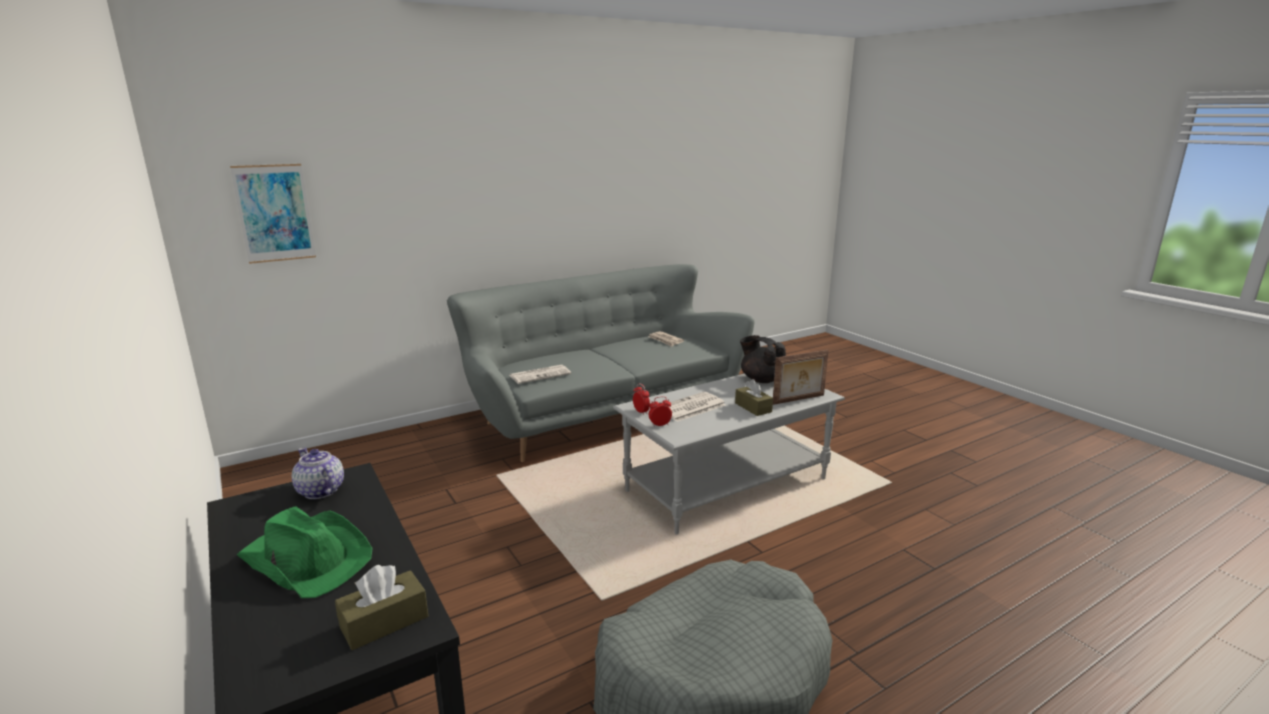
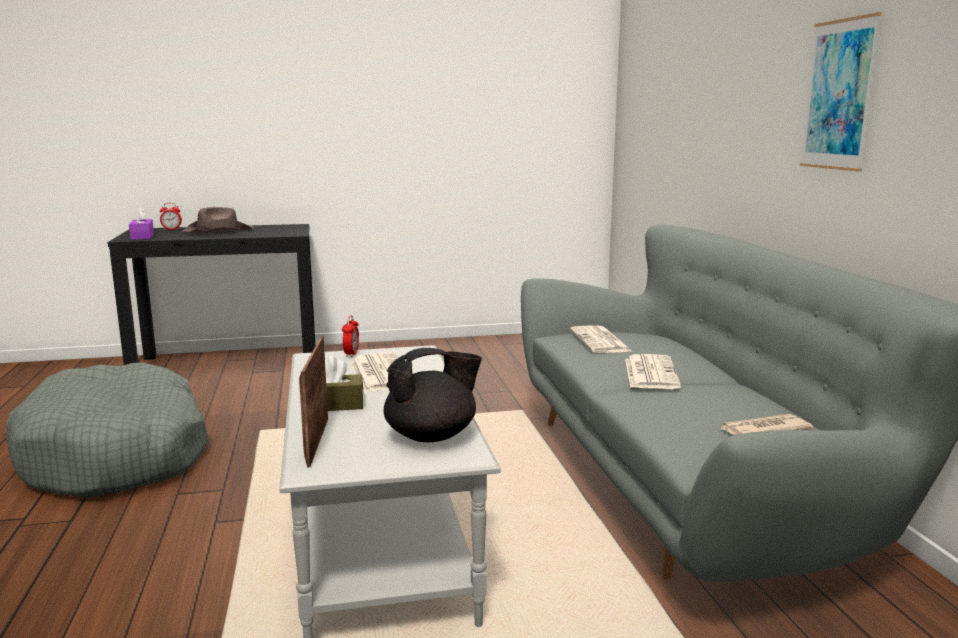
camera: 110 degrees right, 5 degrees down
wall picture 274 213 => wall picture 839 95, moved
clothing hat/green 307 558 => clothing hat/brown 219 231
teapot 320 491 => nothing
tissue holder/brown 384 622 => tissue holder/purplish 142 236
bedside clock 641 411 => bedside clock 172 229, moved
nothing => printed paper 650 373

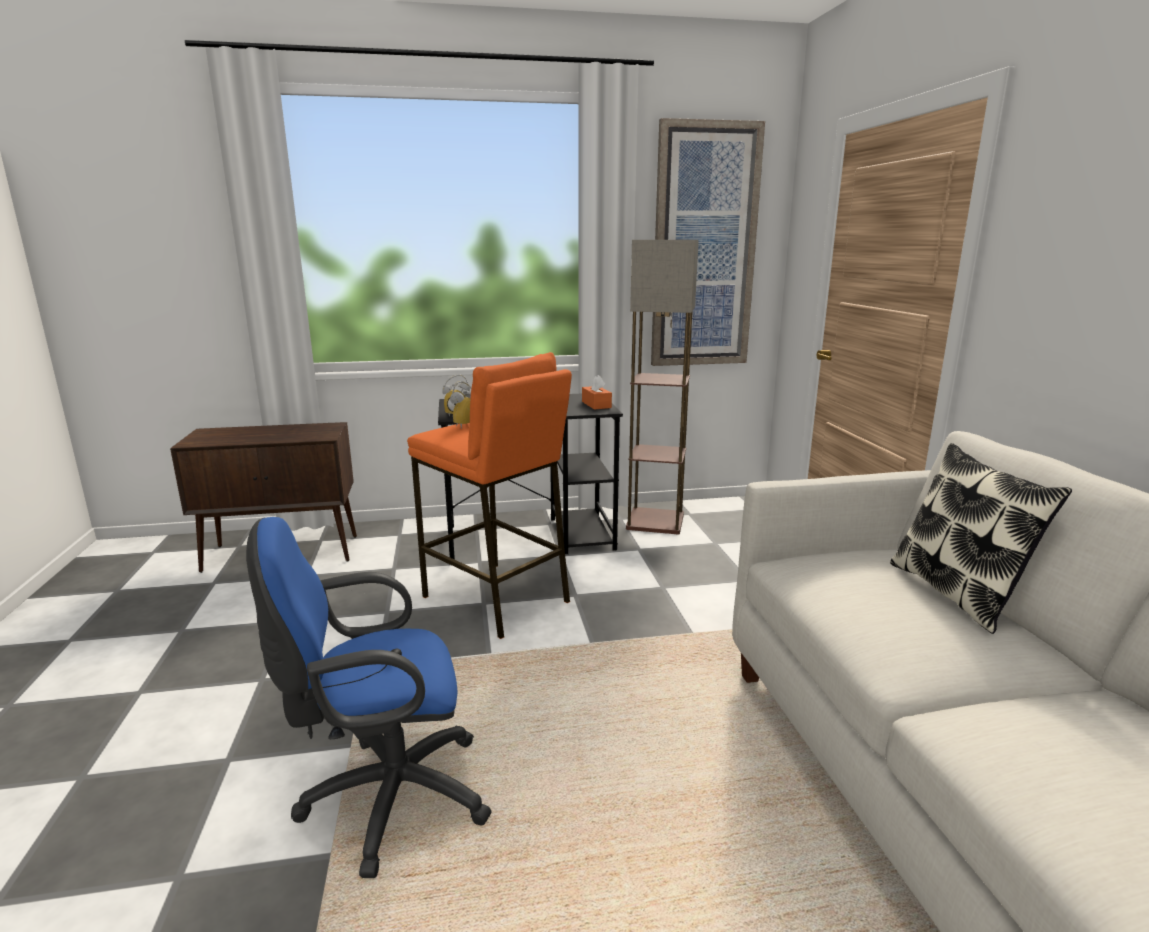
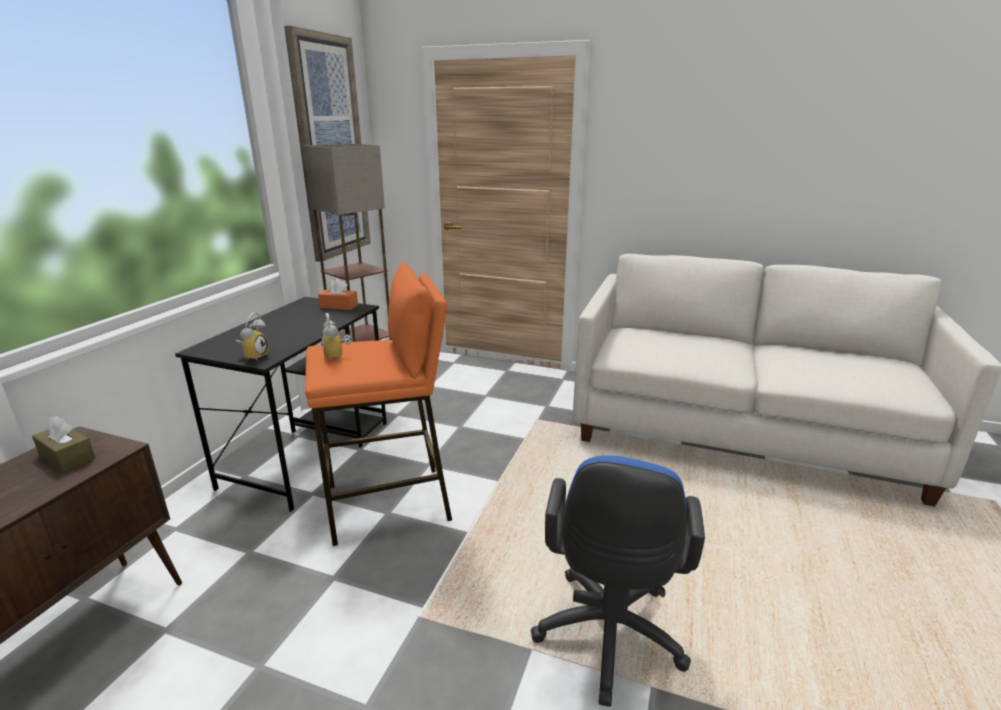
camera: 60 degrees left, 5 degrees up
cushion 957 593 => nothing
nothing => tissue holder/brown 67 457

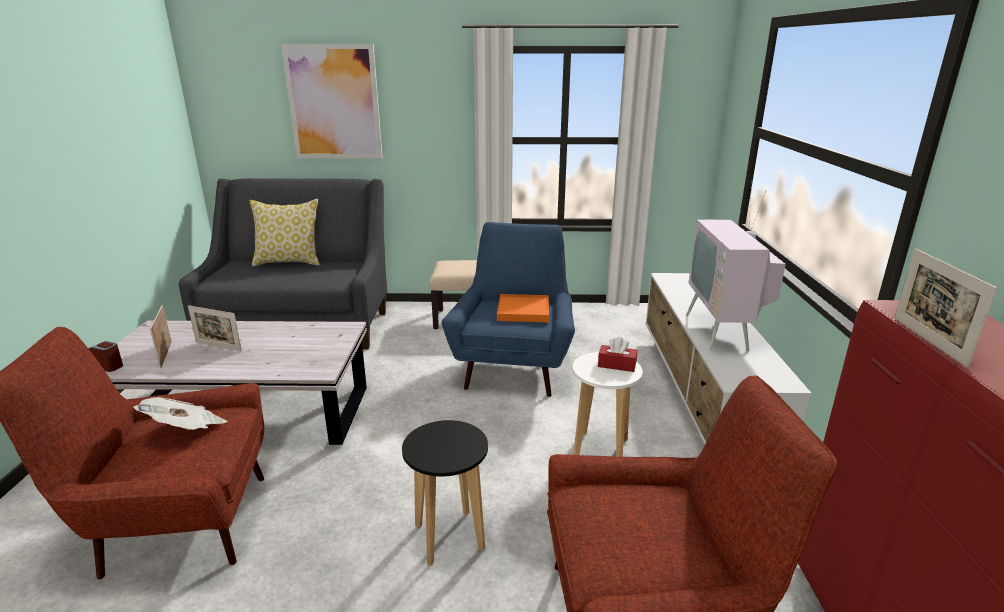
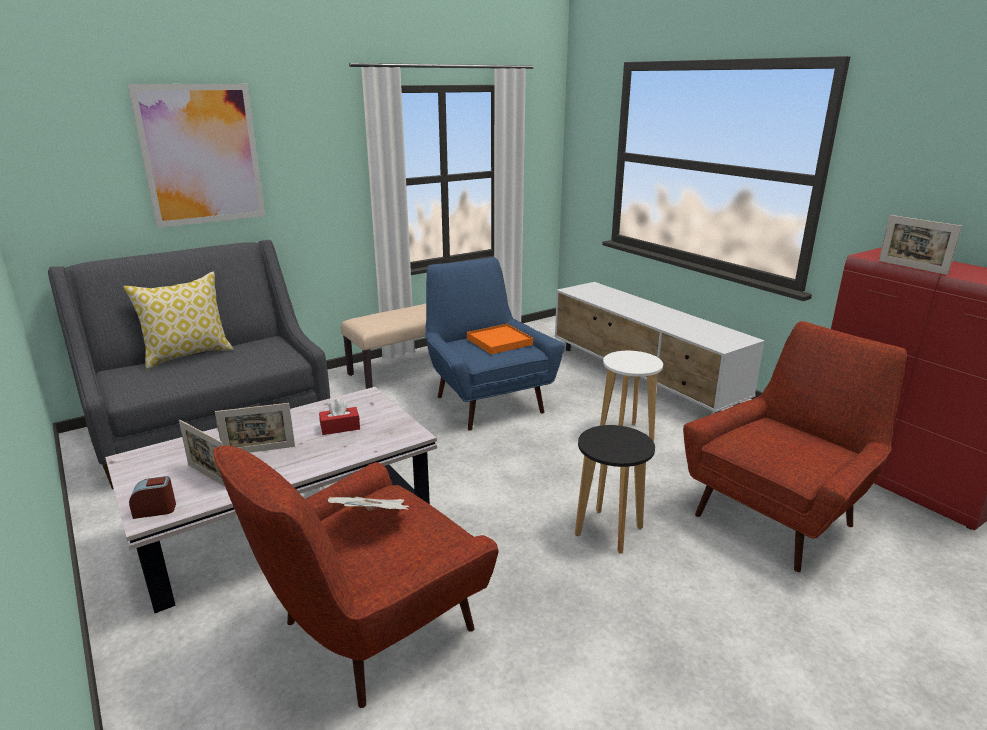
camera: 35 degrees left, 0 degrees up
tissue holder/red 616 365 => tissue holder/red 340 427, moved
TV 723 332 => nothing

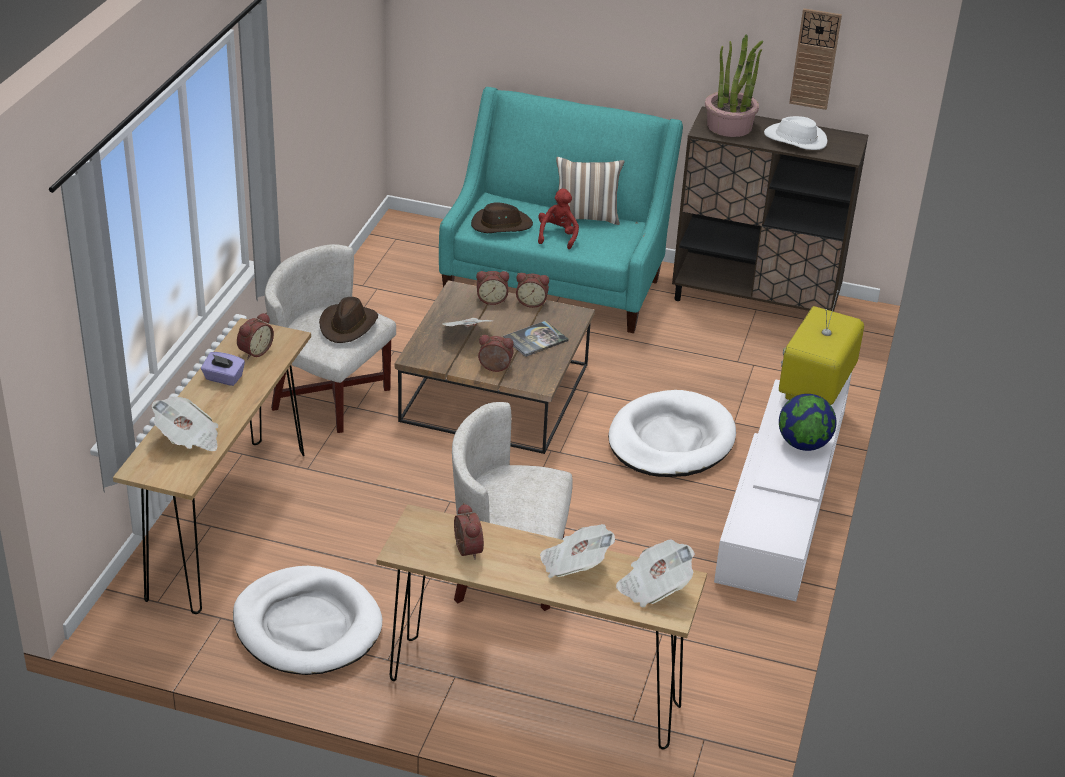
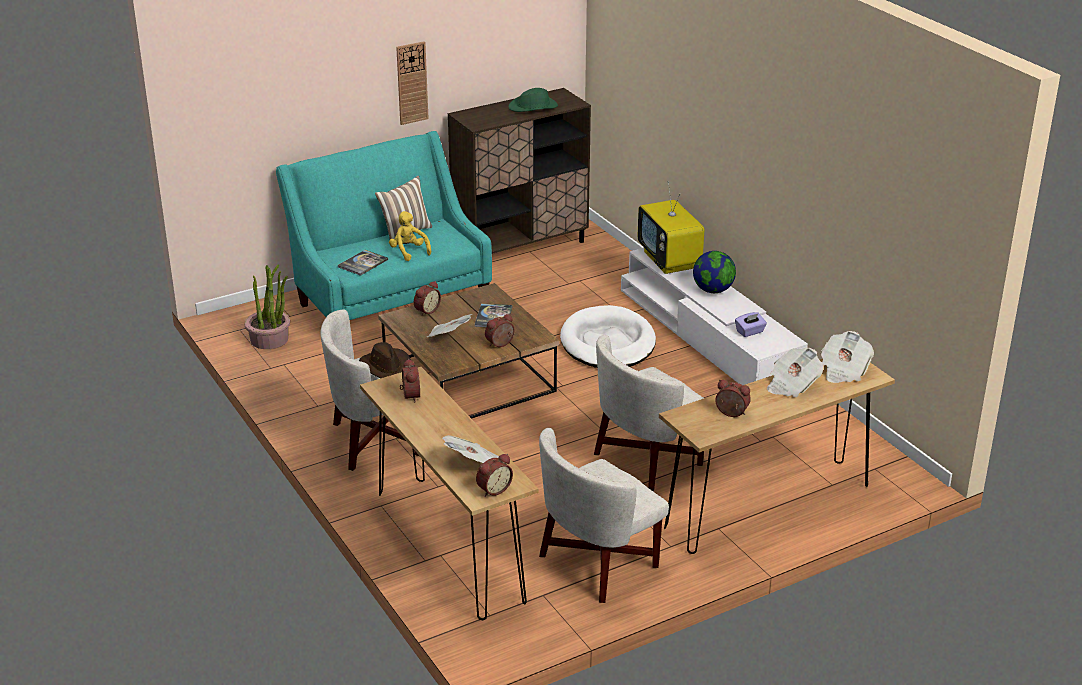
camera: 45 degrees left, 5 degrees down
tissue holder/purplish 223 378 => tissue holder/purplish 750 332, moved
dog cushion/white-coloured 307 626 => lounge chair/white-coloured 598 562
clothing hat/brown 501 225 => book 362 263
bedside clock 531 302 => bedside clock 493 489, moved
soft toy/red 558 236 => soft toy/yellow-coloured 409 252
houseplant 729 126 => houseplant 269 339, moved
clothing hat/white-coloured 795 139 => clothing hat/green 533 107
clock on the wall 815 59 => clock on the wall 412 83, moved

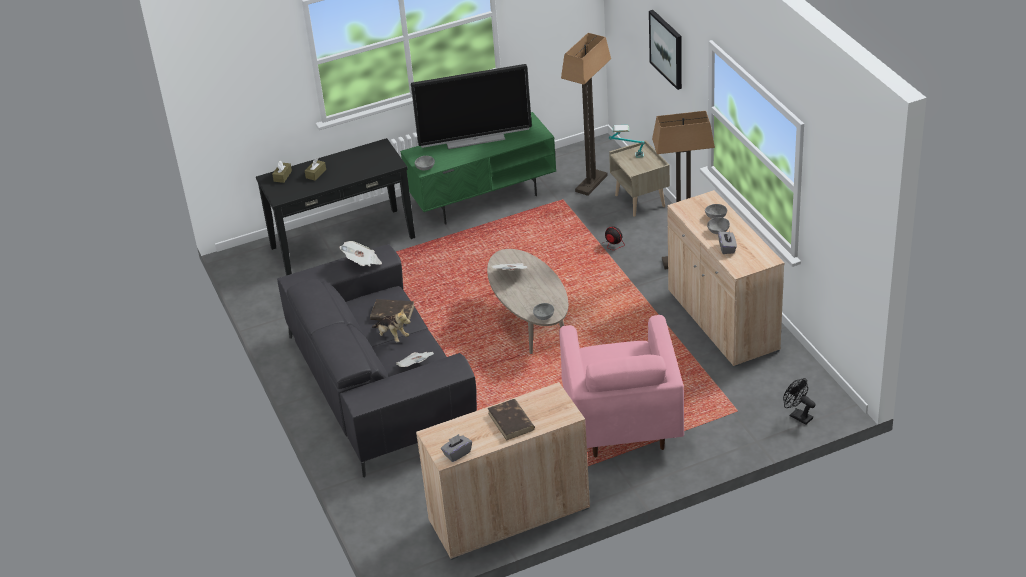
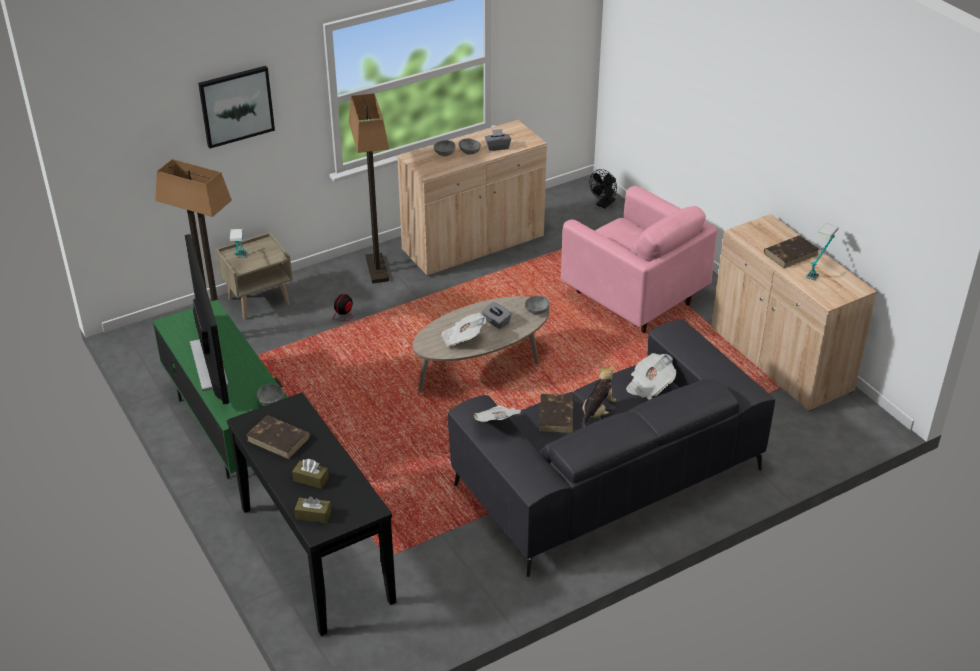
camera: 100 degrees left, 0 degrees up
tissue holder/gray 457 453 => tissue holder/gray 496 322, moved
lounge chair/pink-coloured 621 422 => lounge chair/pink-coloured 632 299, 60 degrees clockwise
nothing => book/brown 279 439
nothing => tabletop lamp 819 269

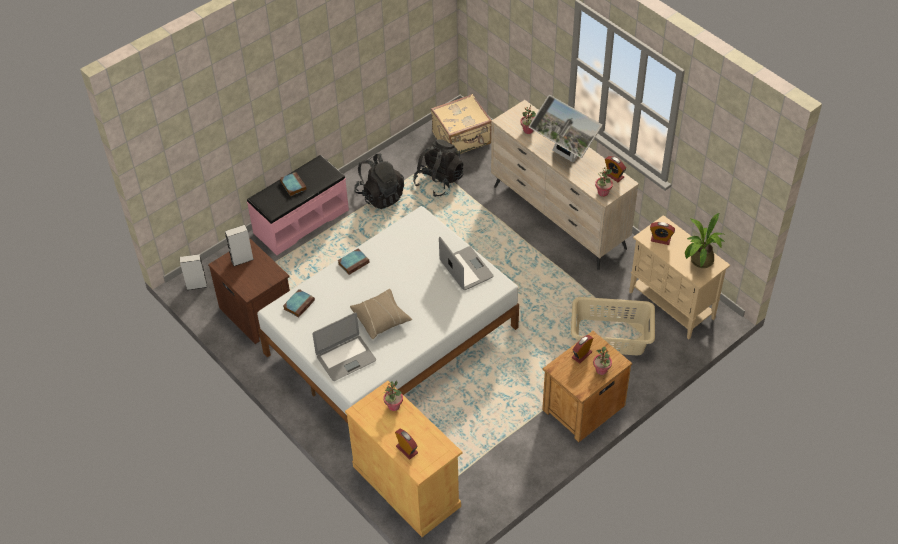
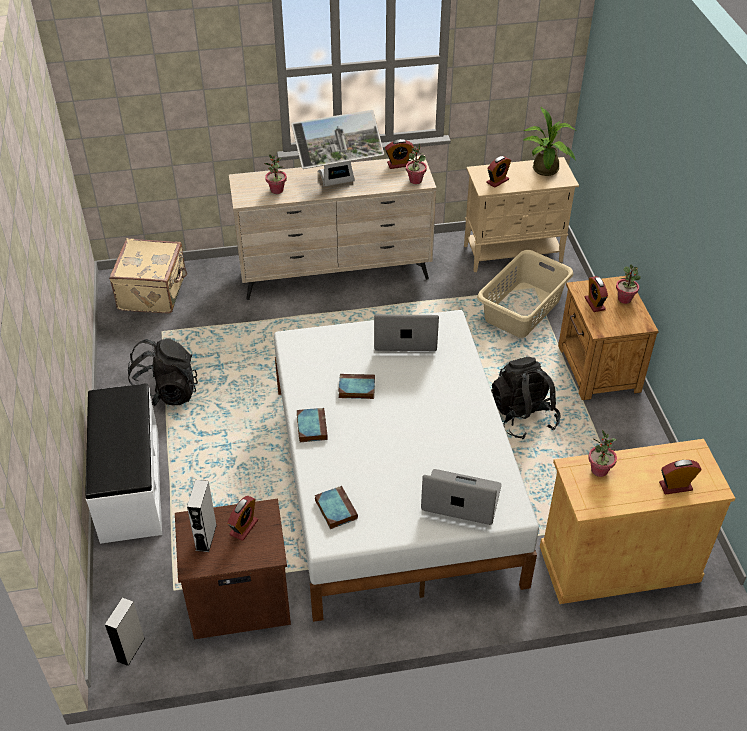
camera: 60 degrees left, 5 degrees down
long seat/pink-coloured 300 221 => long seat/white-coloured 129 485
book 293 185 => book 356 389, moved
notebook computer 346 358 => notebook computer 461 499, 75 degrees counterclockwise
cushion/beige-coloured 381 319 => nothing
knapsack/black 439 181 => knapsack/black 522 416, moved
nothing => bedside clock 244 527

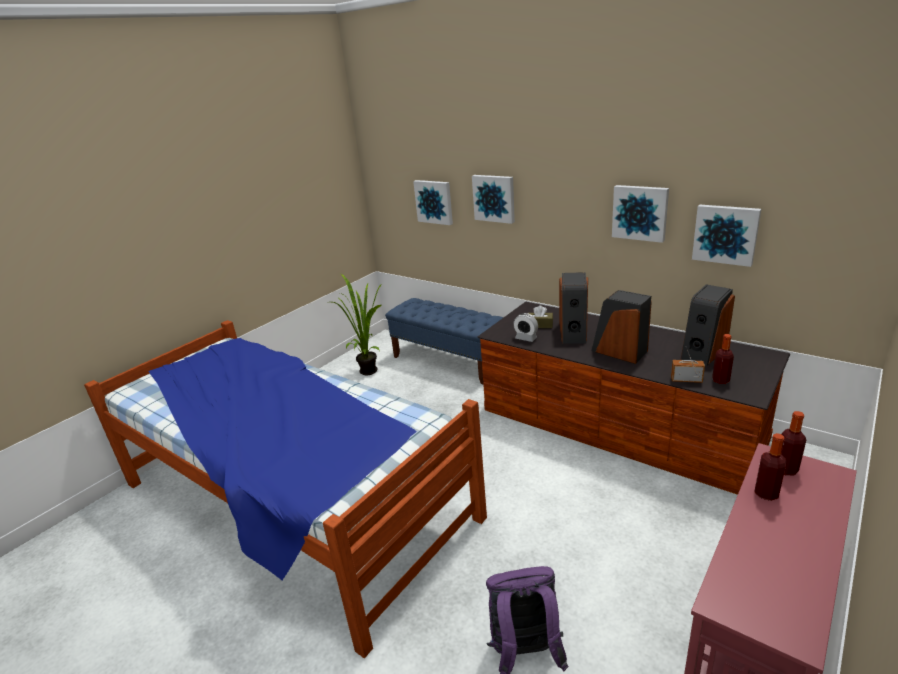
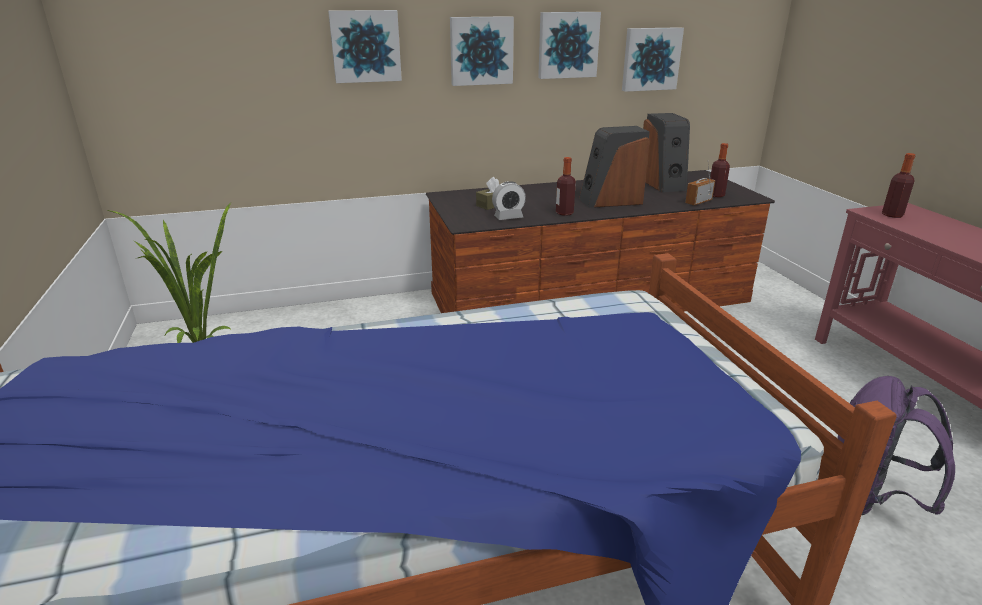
camera: 55 degrees left, 0 degrees up
long seat/bluish 449 361 => nothing
wall picture 434 201 => wall picture 481 51, moved
loudspeaker 573 333 => nothing
beverage bottle 766 493 => beverage bottle 564 213, moved

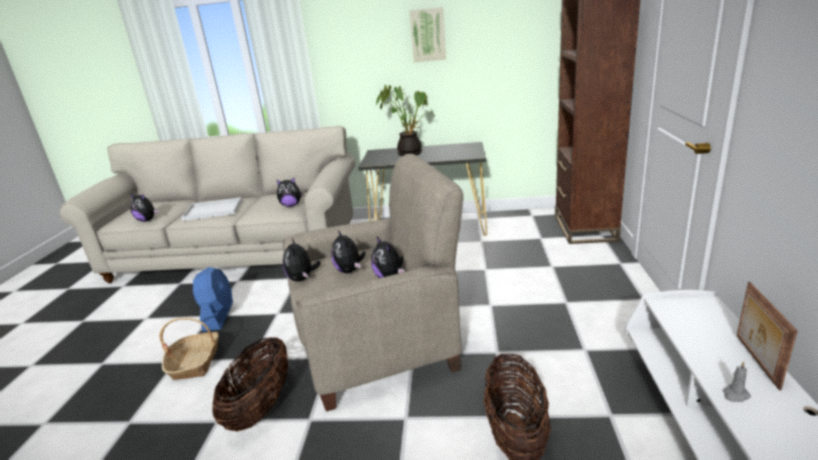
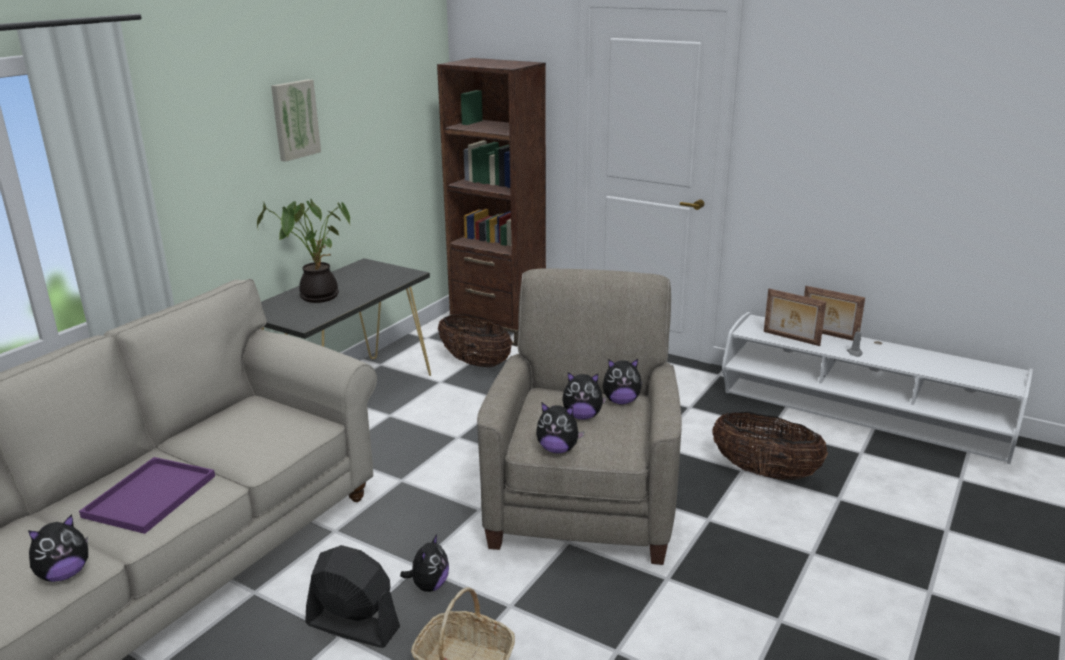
camera: 65 degrees left, 0 degrees up
serving tray/white-coloured 214 210 => serving tray/purplish 151 494
electric fan/bluish 219 316 => electric fan/black 352 626
storage basket 260 407 => storage basket 475 363, moved
soft toy 291 205 => soft toy 429 585, moved
nothing => standing frame 790 339

